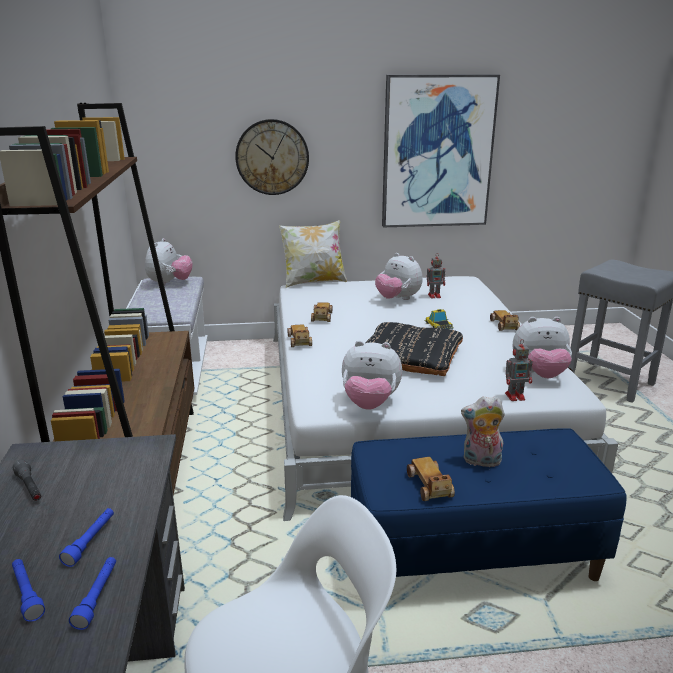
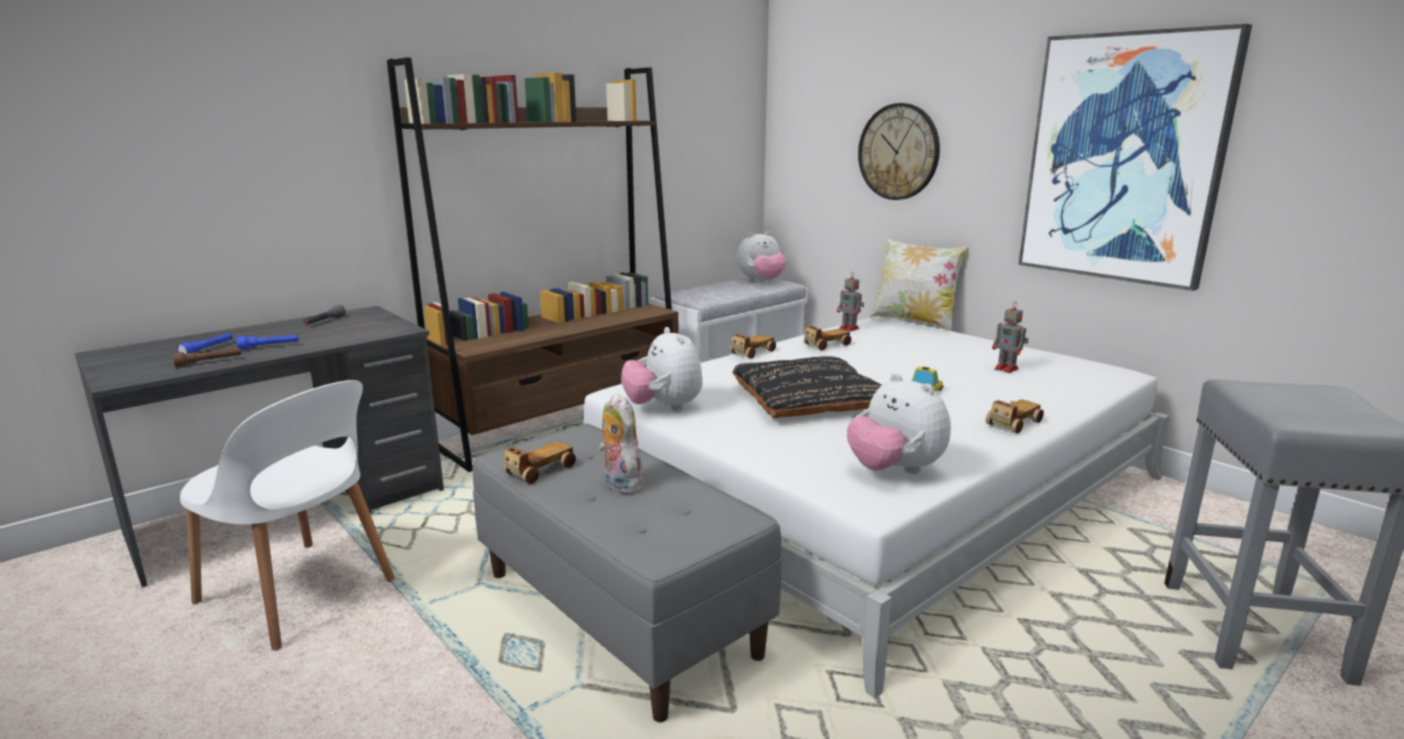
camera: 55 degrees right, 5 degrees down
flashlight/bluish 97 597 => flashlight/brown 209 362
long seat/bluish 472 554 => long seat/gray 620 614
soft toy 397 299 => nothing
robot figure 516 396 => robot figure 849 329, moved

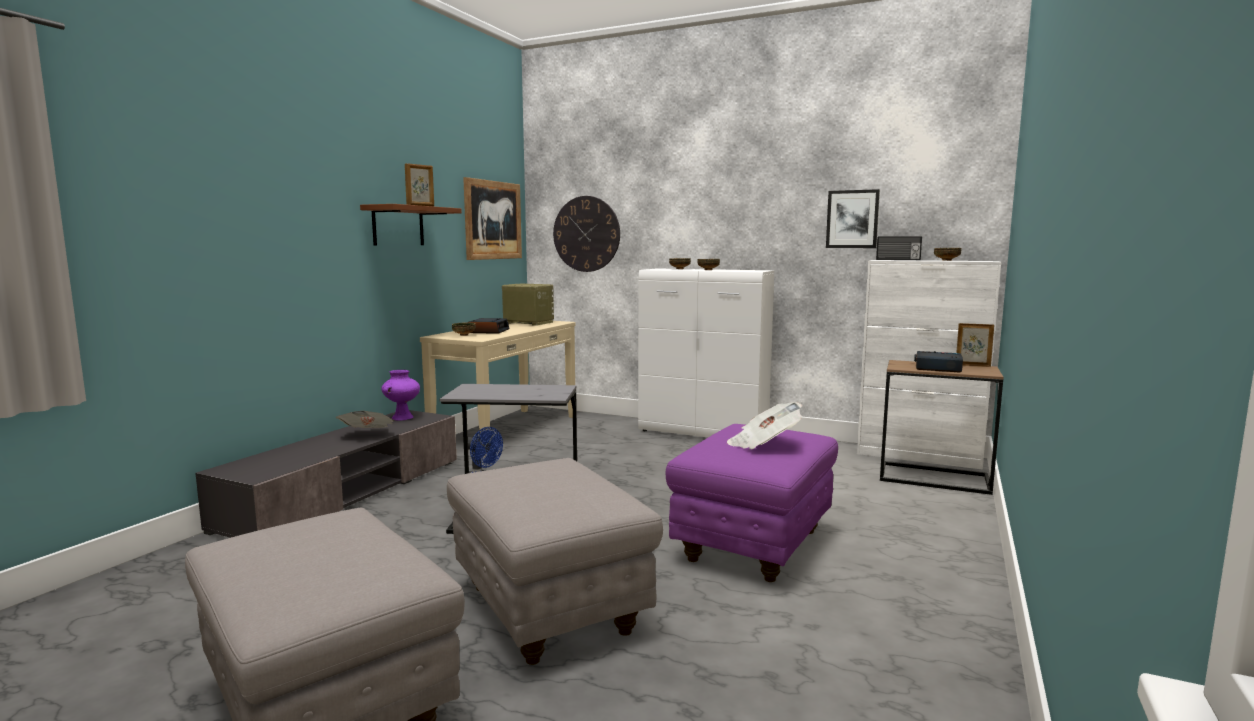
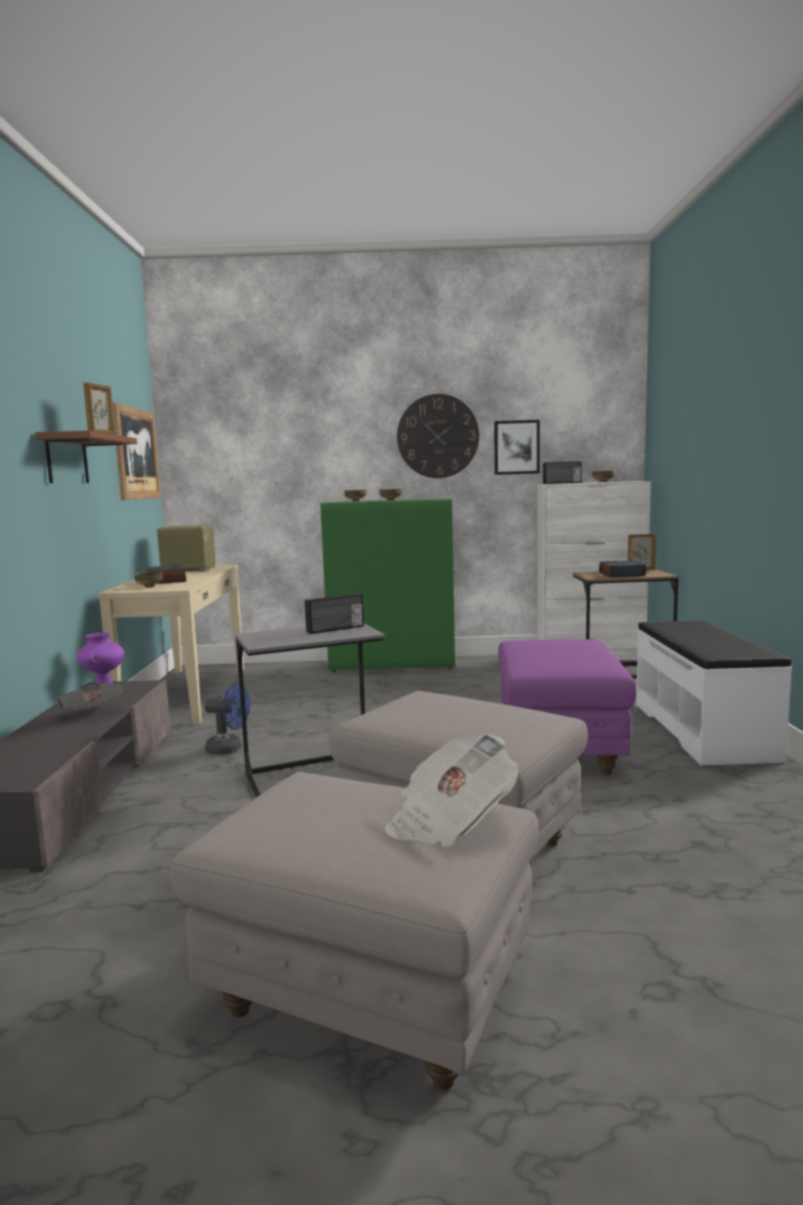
camera: 25 degrees left, 0 degrees up
clock on the wall 586 234 => clock on the wall 437 436, moved
cupboard/white-coloured 704 433 => cupboard/green 393 665
printed paper 763 444 => printed paper 449 822, moved
nothing => radio set 336 629
nothing => long seat/white-coloured 703 730

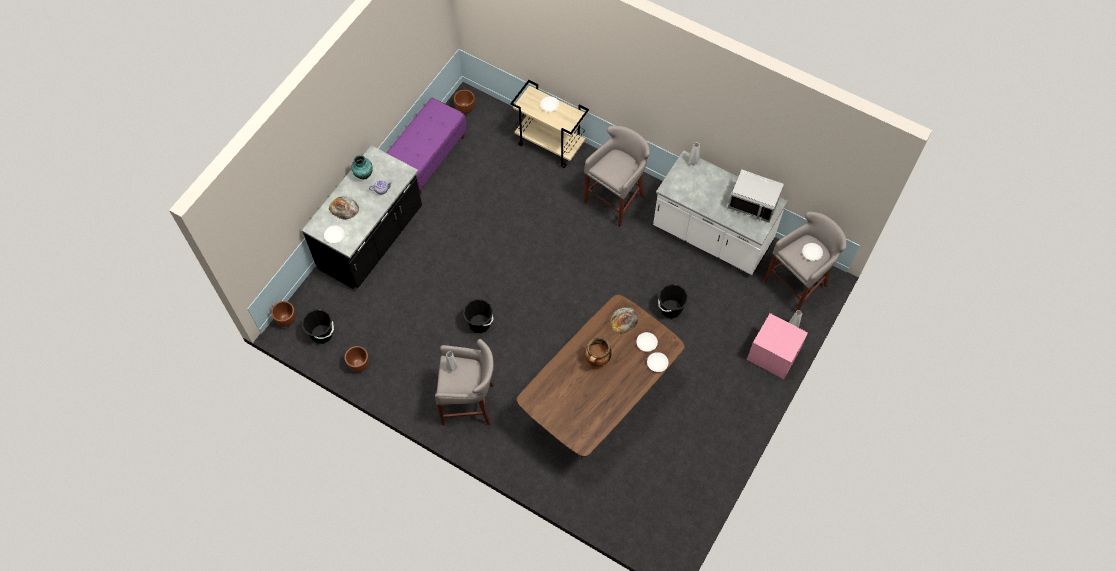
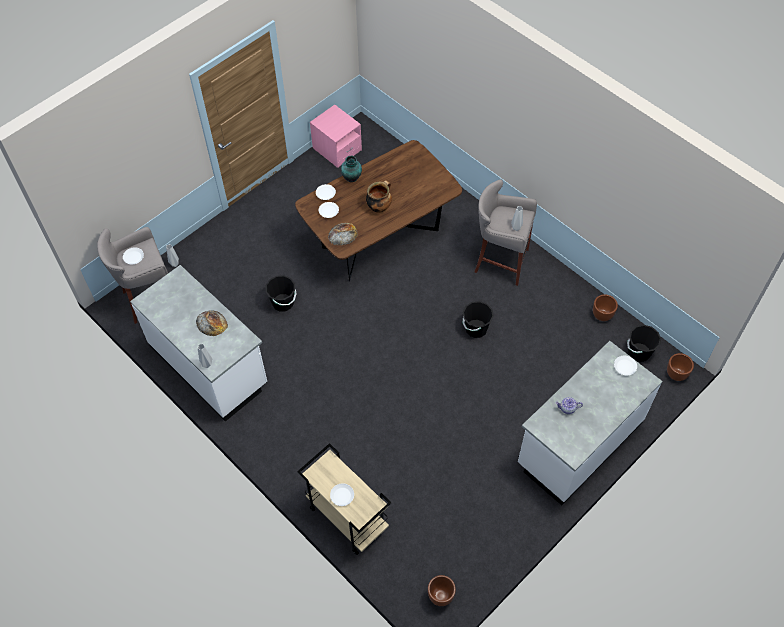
camera: 165 degrees left, 5 degrees down
counter/black 372 240 => counter/white-coloured 578 443
bread 344 208 => bread 211 323, moved
flower vase 363 175 => flower vase 352 178, moved
long seat/purplish 428 157 => nothing
sitting stool/gray 616 199 => nothing
kitchen microwave/gray 753 203 => nothing
night table/pink-coloured 773 355 => night table/pink-coloured 337 149, moved

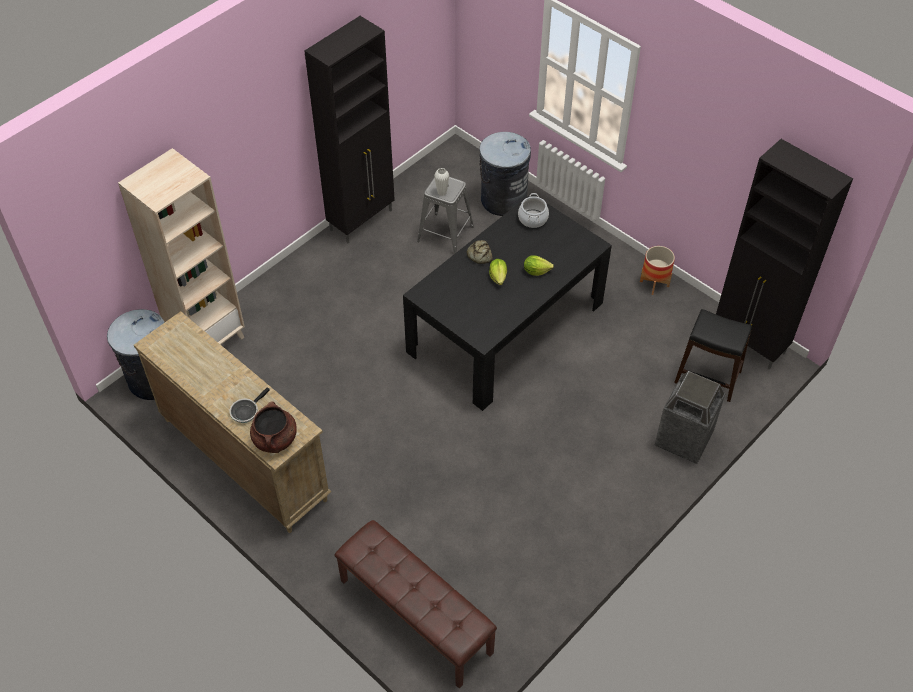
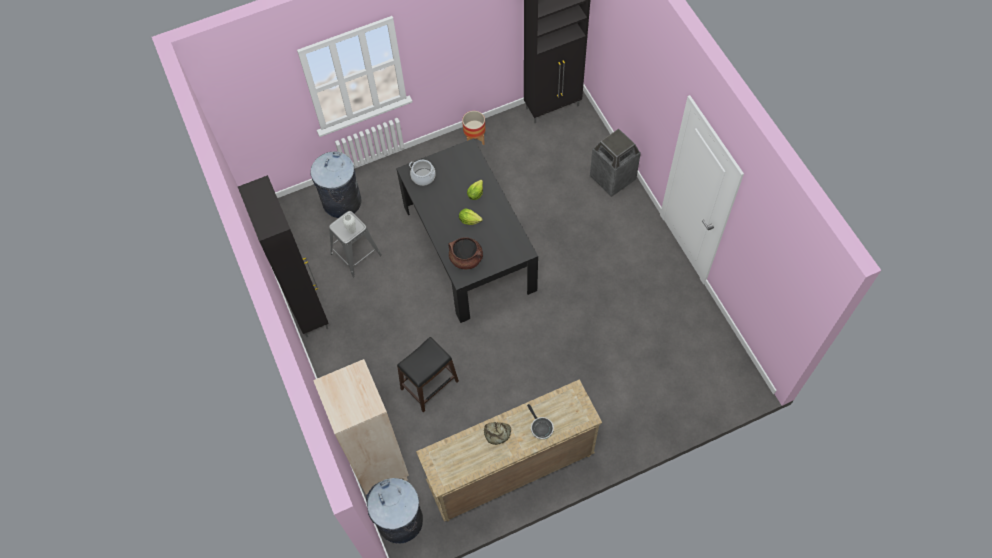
camera: 65 degrees left, 10 degrees up
cooking pot/brown 275 439 => cooking pot/brown 466 259, moved
long seat/brown 414 616 => nothing
bread 479 255 => bread 497 433, moved
sitting stool/black 707 376 => sitting stool/black 429 385, moved

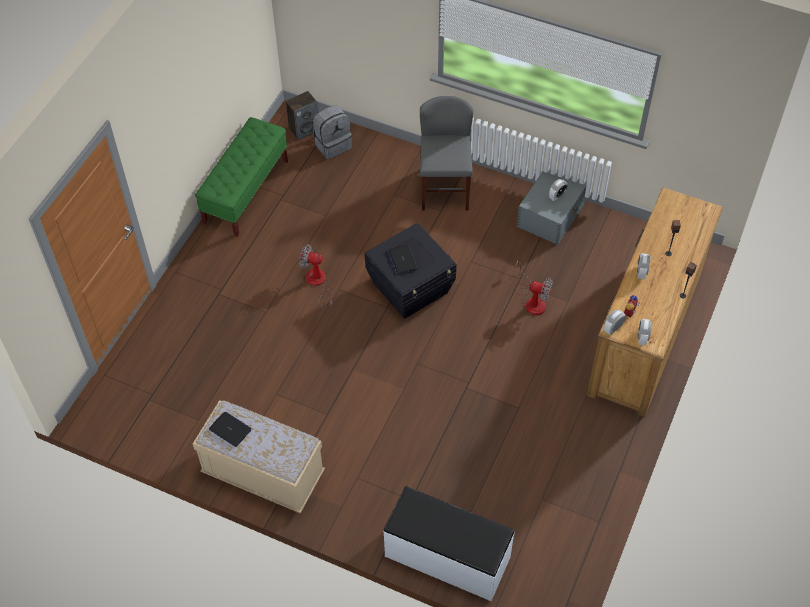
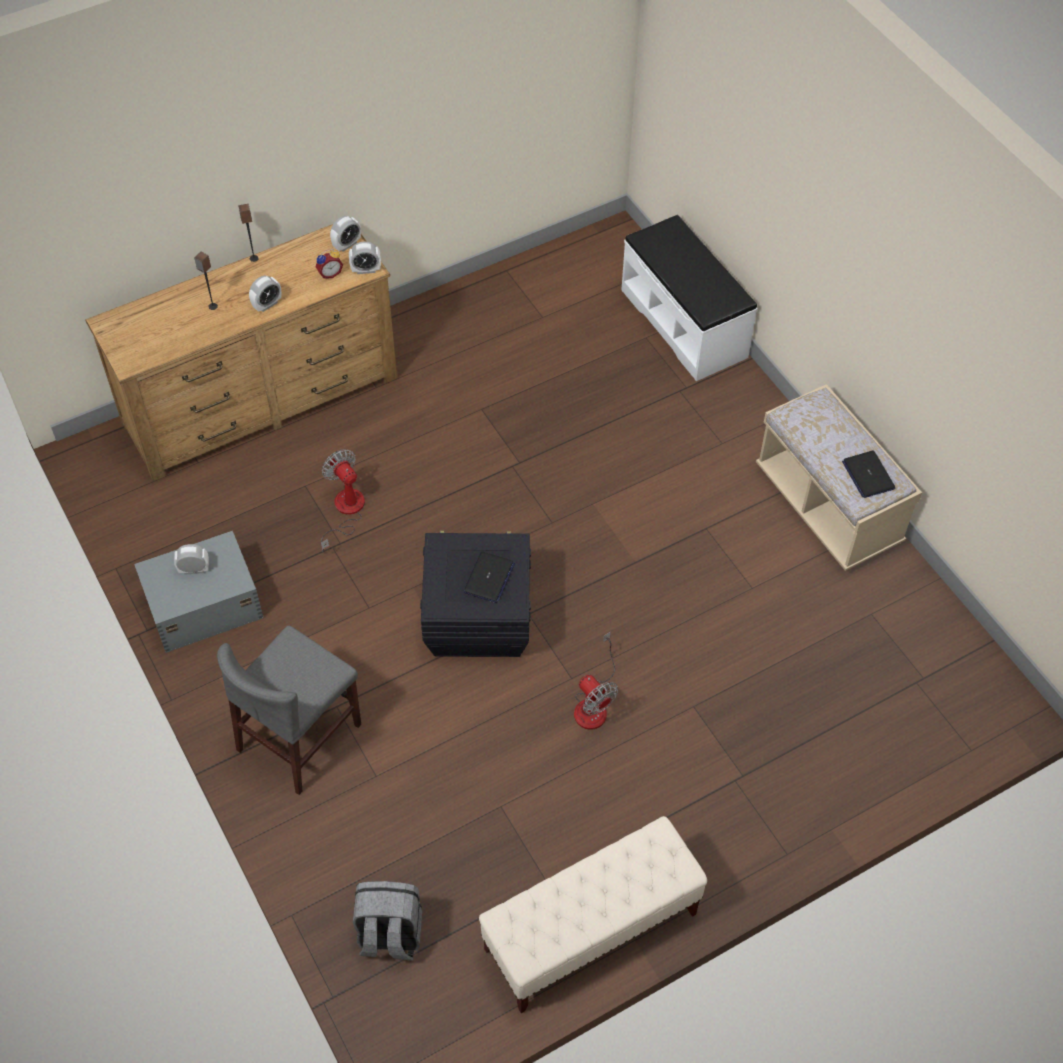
camera: 145 degrees left, 0 degrees up
long seat/green 246 192 => long seat/beige-coloured 590 932
loudspeaker 304 129 => nothing

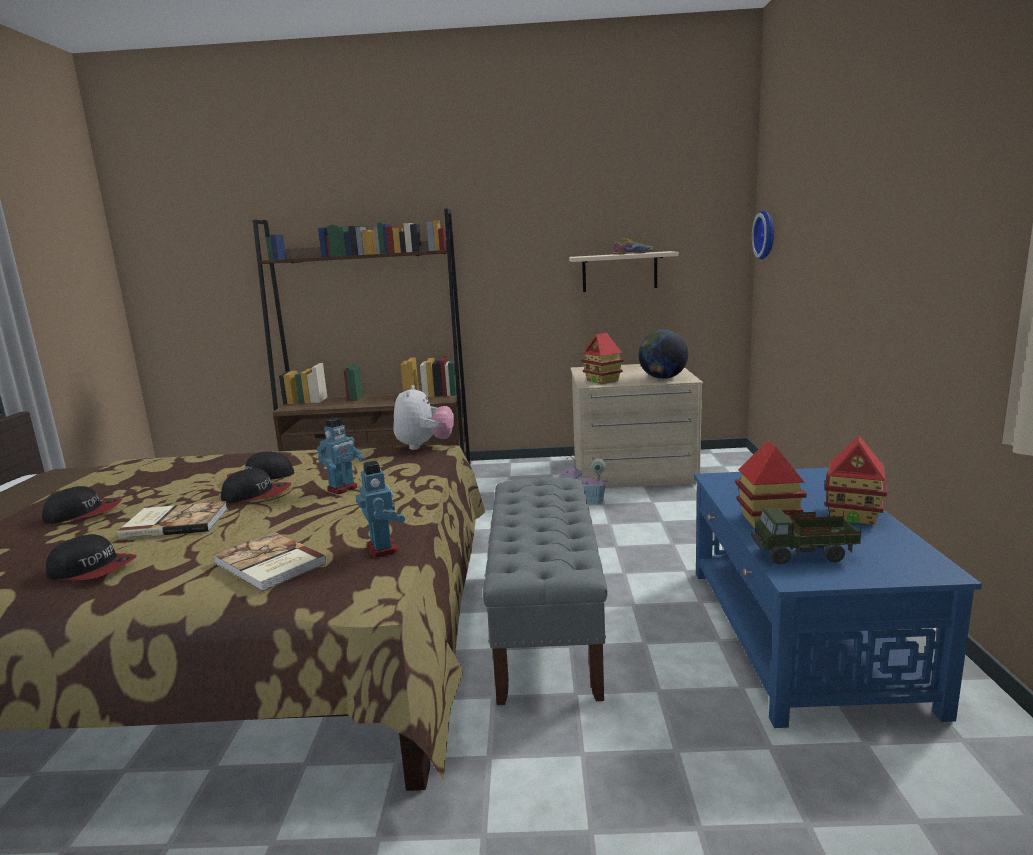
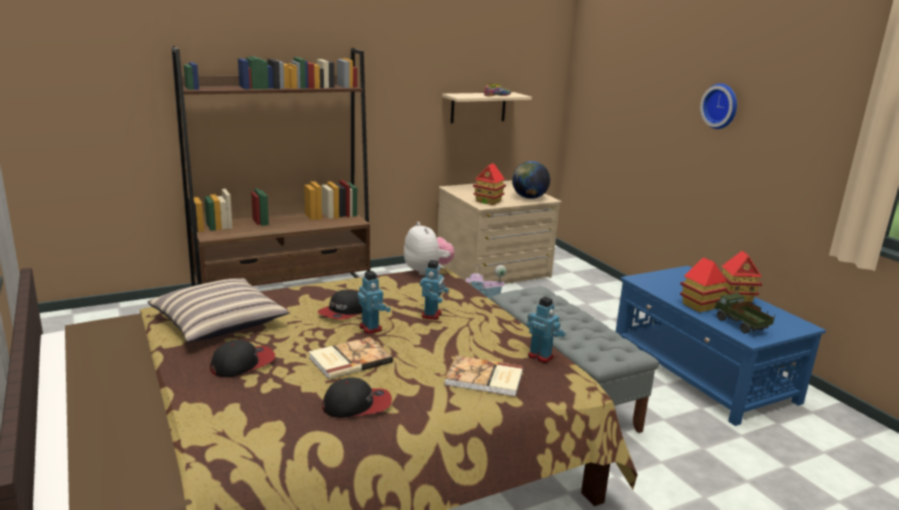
camera: 30 degrees left, 5 degrees up
baseball cap 257 495 => robot figure 371 328
toy truck 804 555 => toy truck 740 325, 90 degrees clockwise
clock on the wall 767 234 => clock on the wall 721 106, moved
nothing => cushion 219 322

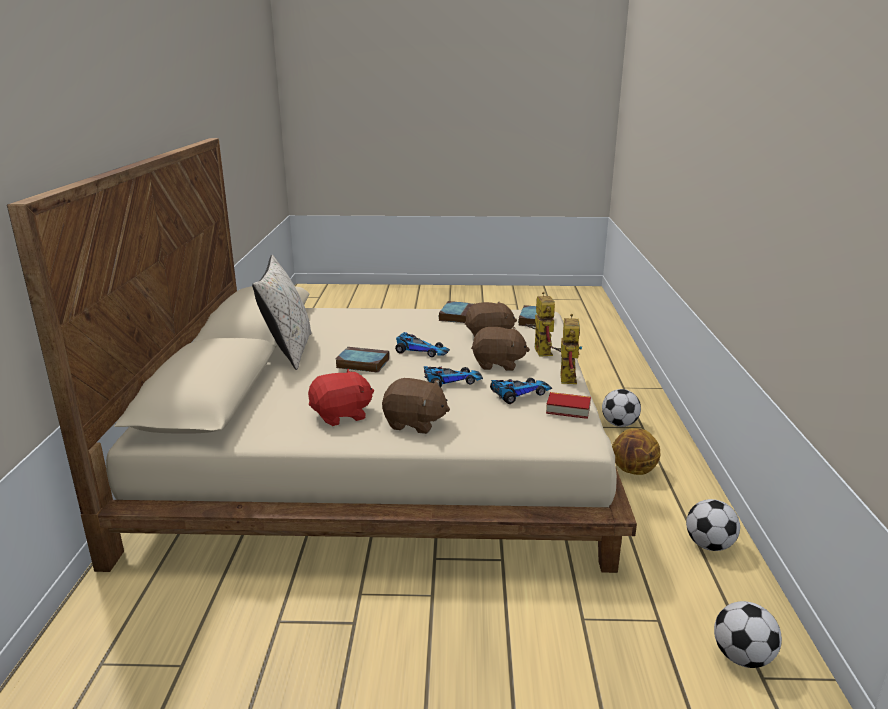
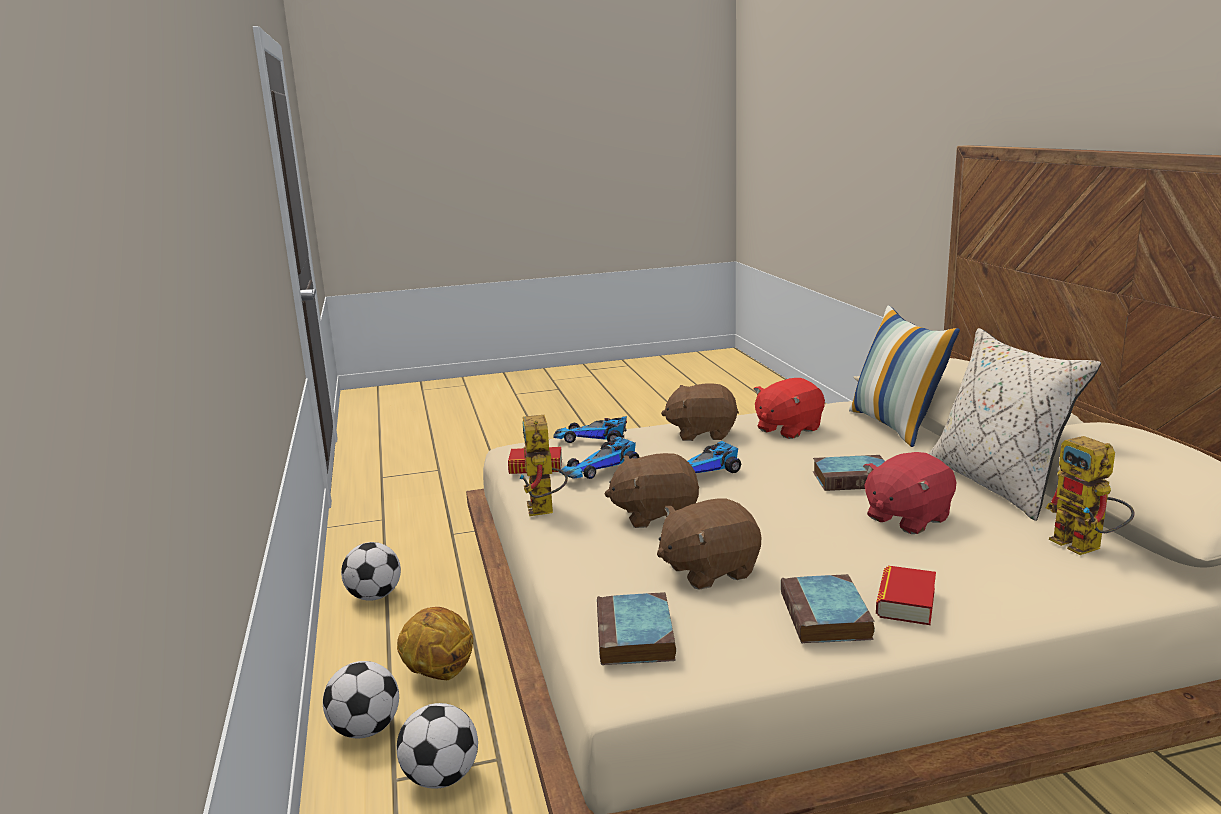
camera: 165 degrees right, 5 degrees down
model car 421 351 => model car 593 438, moved
robot figure 539 350 => robot figure 1086 547, moved
football ball 742 657 => football ball 366 730, moved
nothing => cushion 896 426
nothing => soft toy/red 906 518
nothing => book 905 602

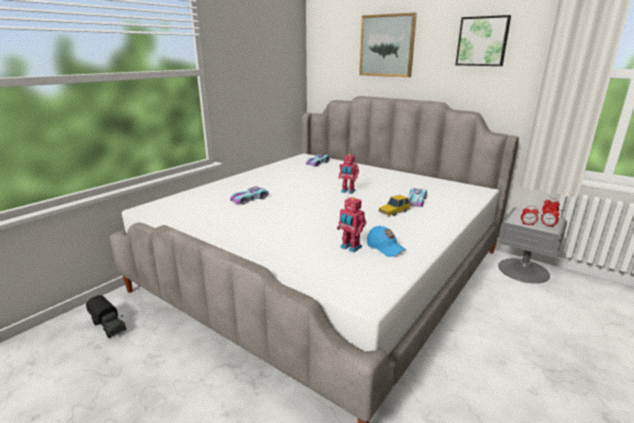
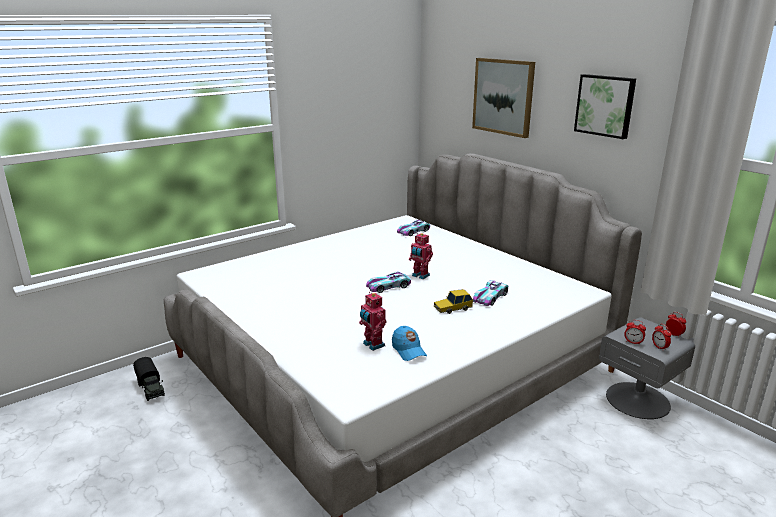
camera: 15 degrees right, 0 degrees up
model car 249 199 => model car 388 286, moved

